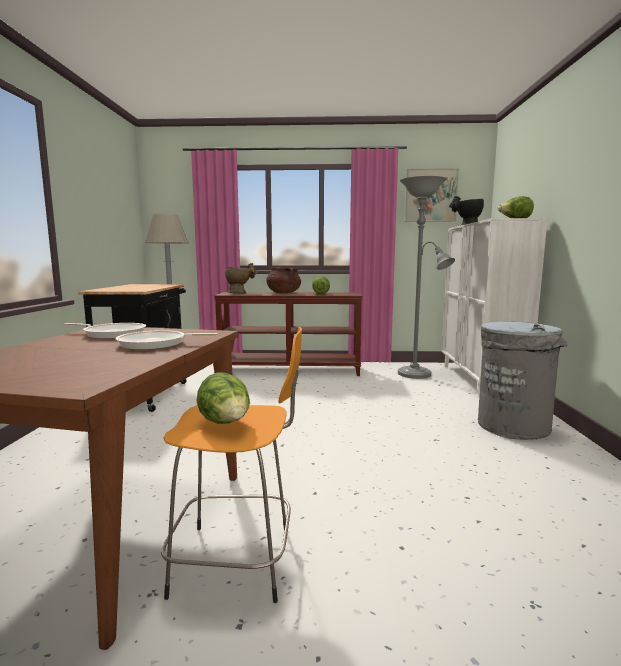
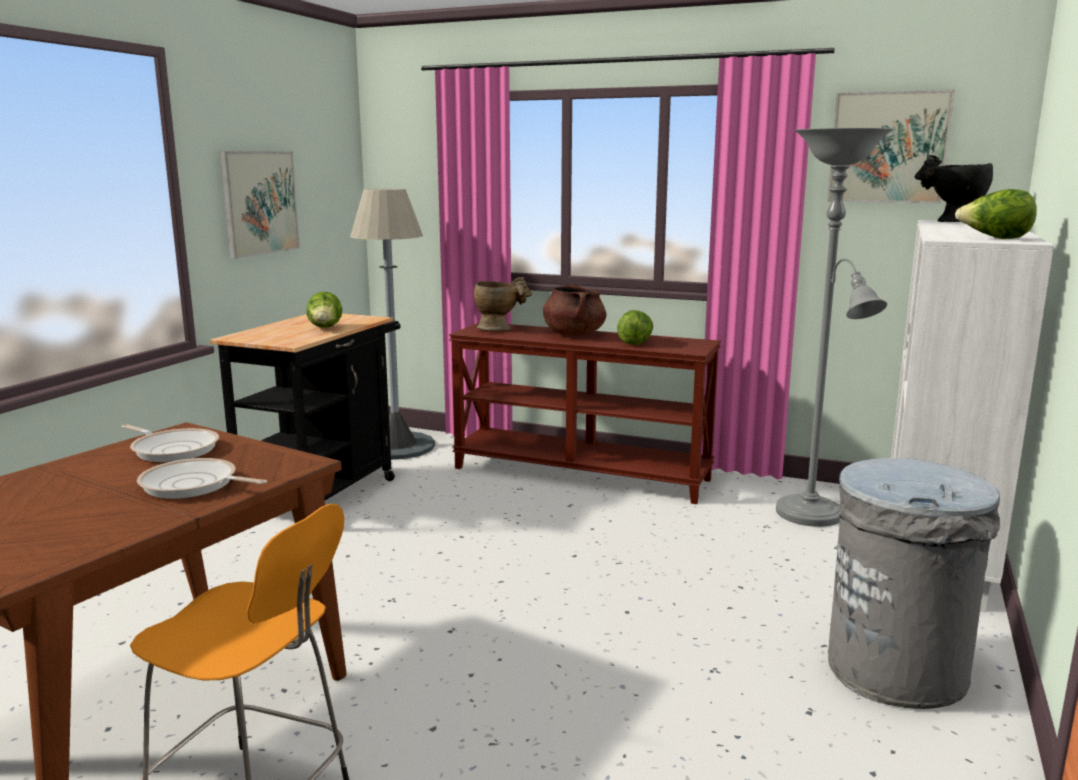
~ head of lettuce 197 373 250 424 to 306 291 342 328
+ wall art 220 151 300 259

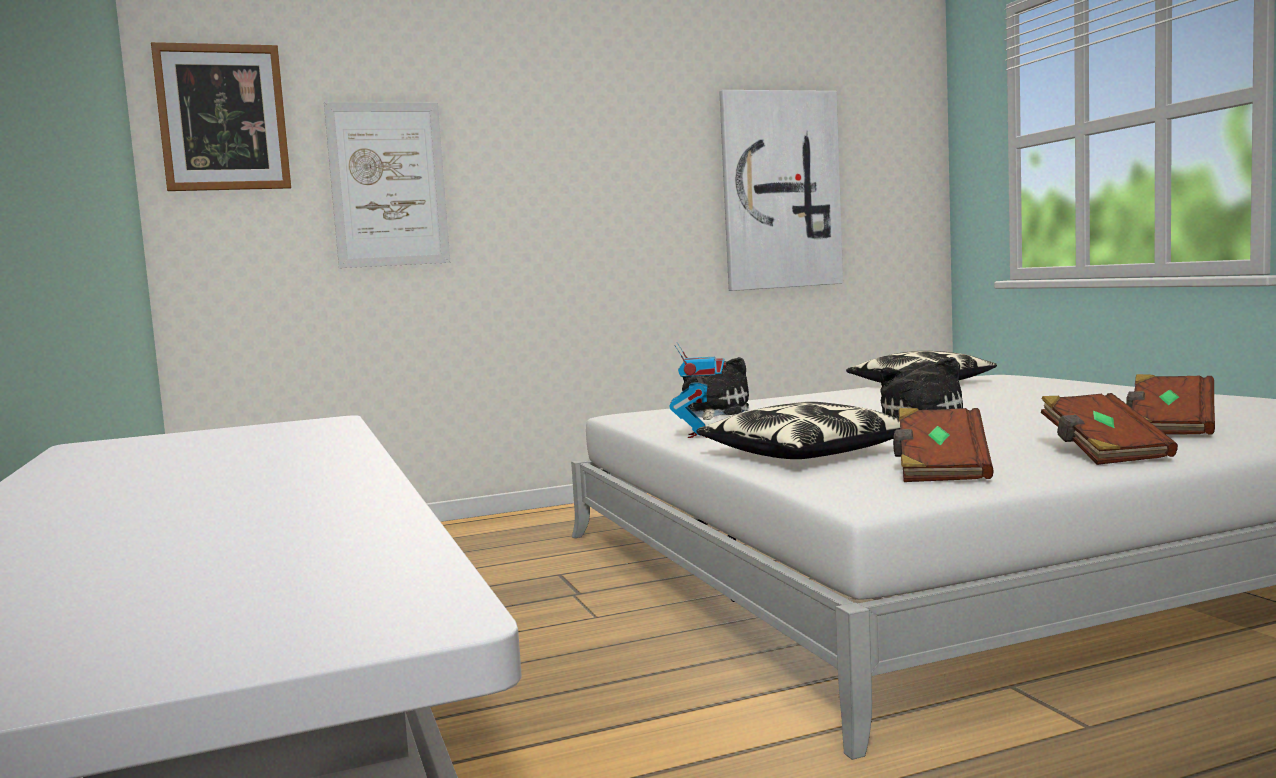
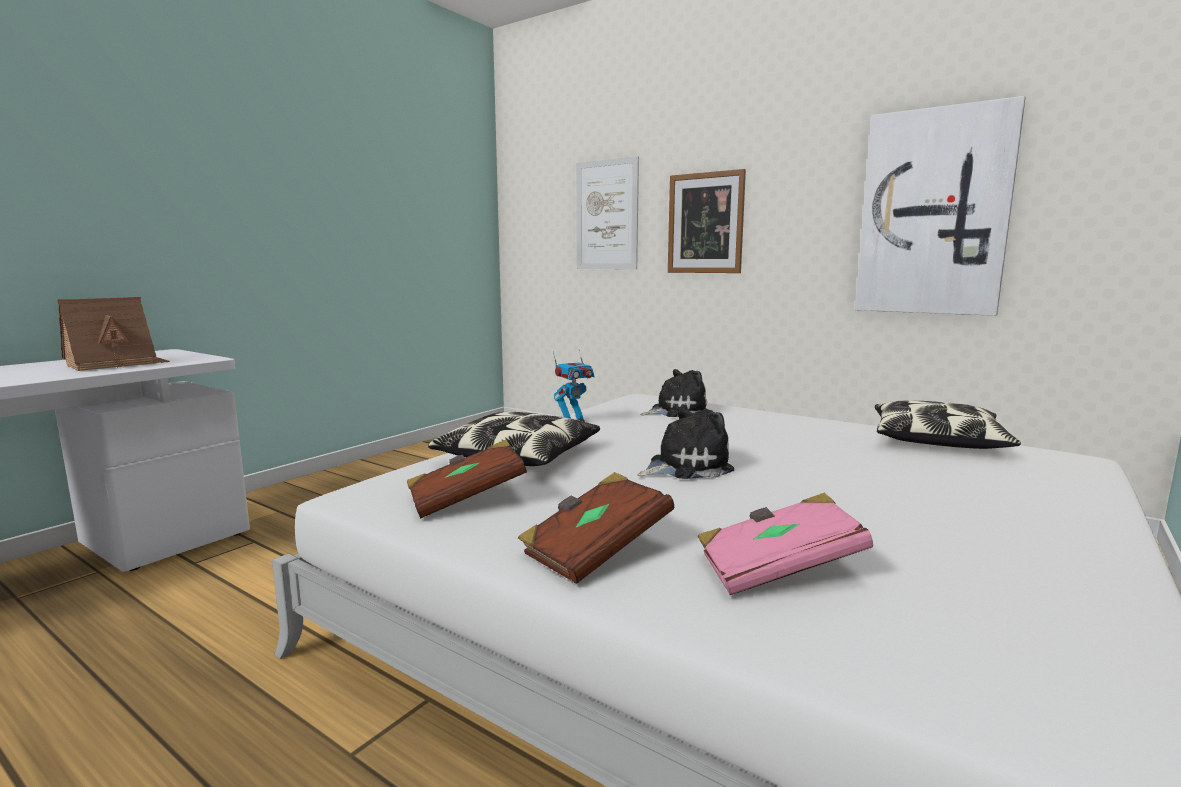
~ wall art 151 42 291 191 to 668 169 746 273
~ brown bound book 1126 374 1215 435 to pinkish bound book 698 493 873 595
+ model house 57 297 170 371

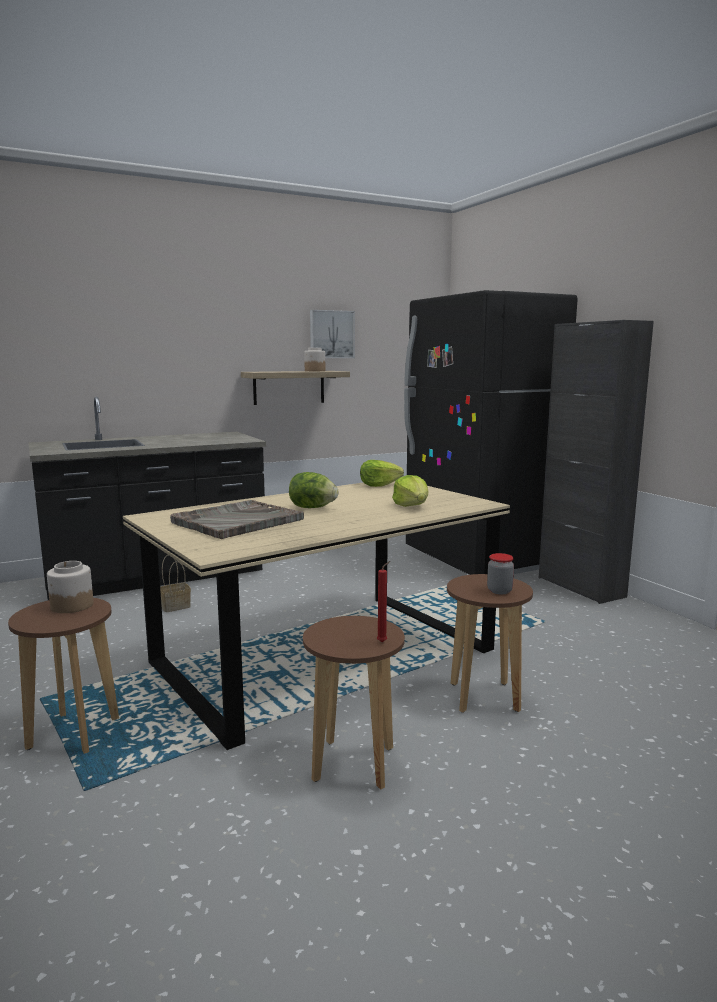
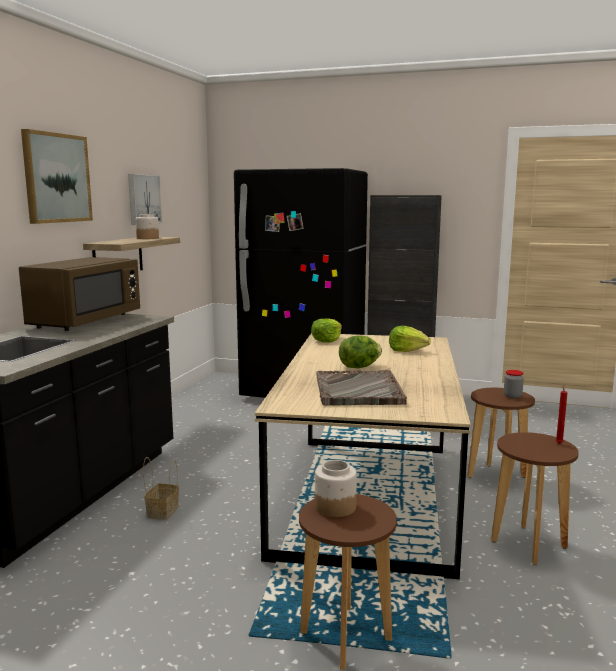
+ brown microwave 19 257 140 331
+ wall art 21 129 93 224

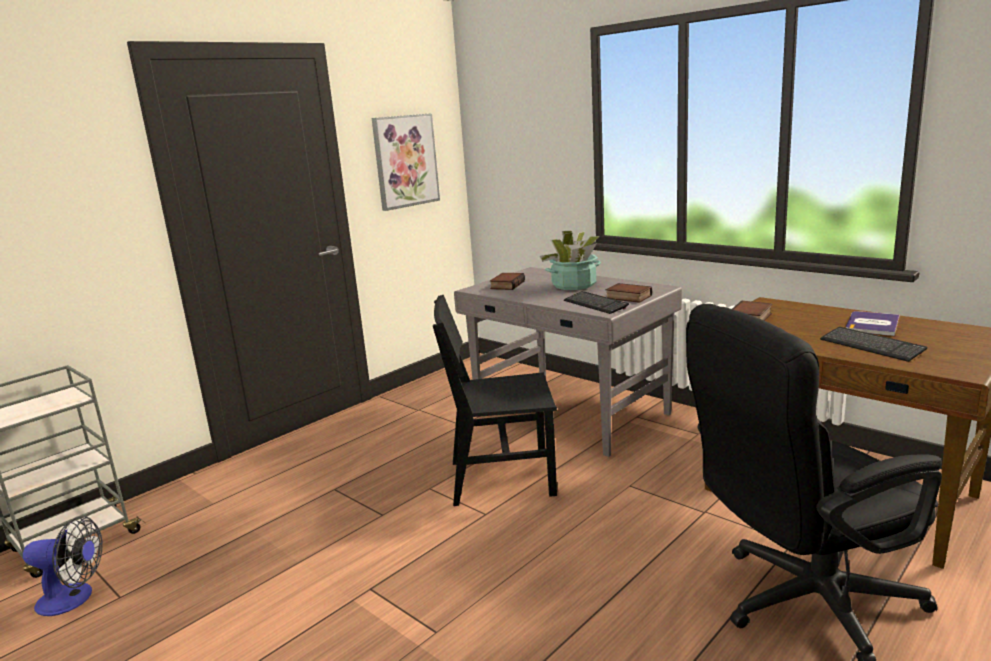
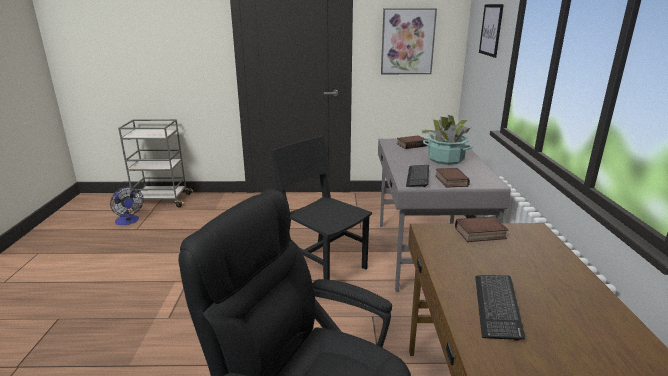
- bound book 846 311 900 336
+ wall art 479 4 504 58

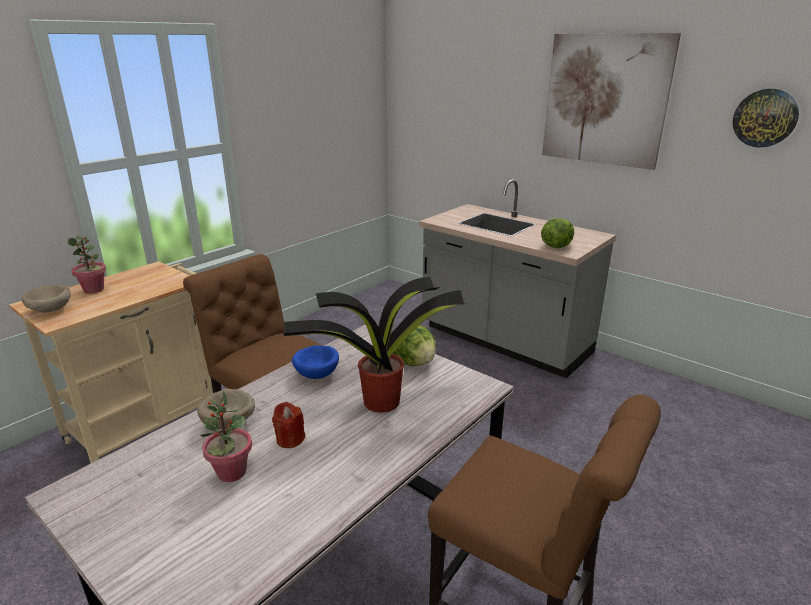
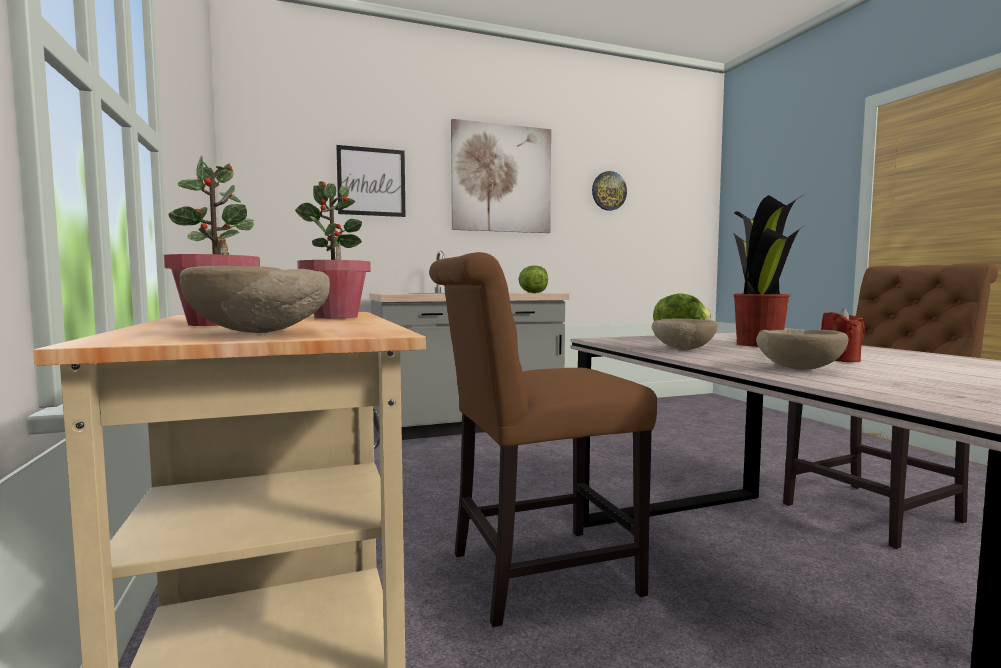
~ plant in a pot 200 391 252 482 to 295 182 371 319
~ bluish deep dish 292 345 339 379 to beige-coloured deep dish 652 318 718 350
+ wall art 336 145 405 217

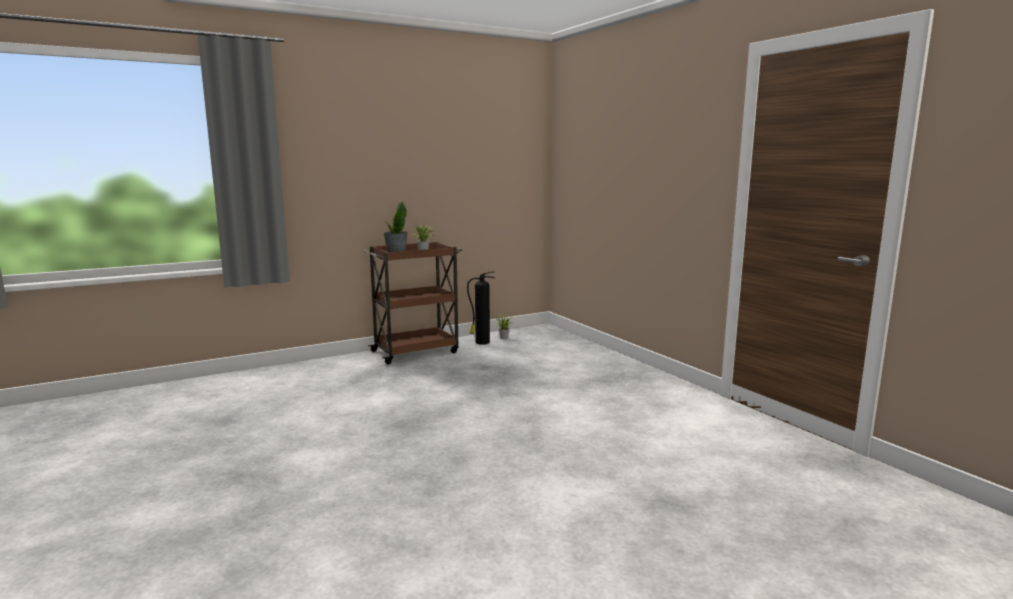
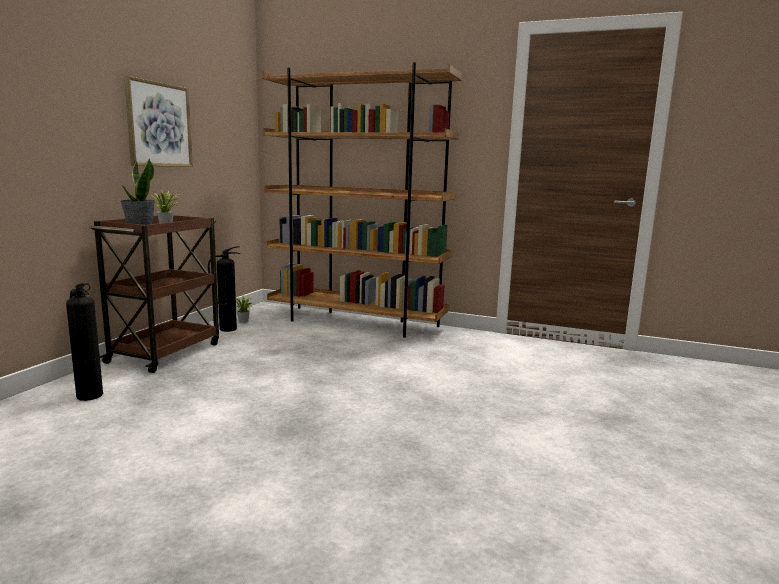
+ fire extinguisher 66 283 103 401
+ wall art 124 76 193 167
+ brown bookcase 262 62 462 338

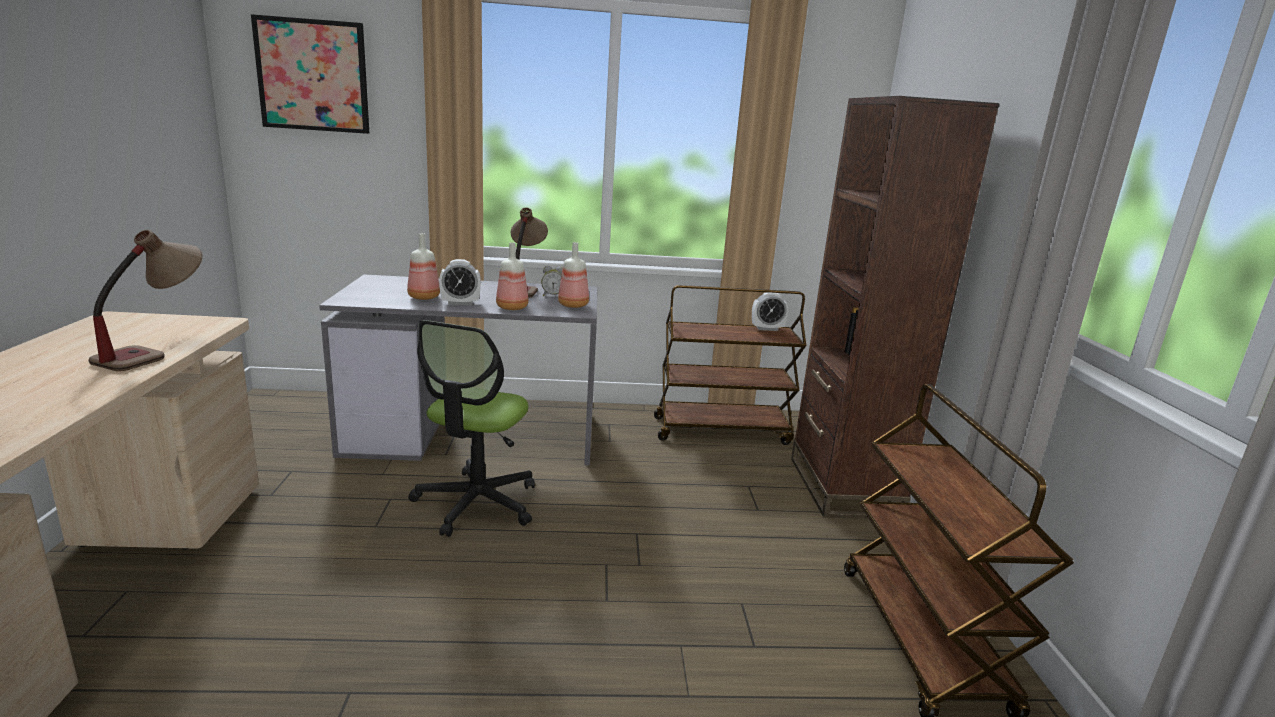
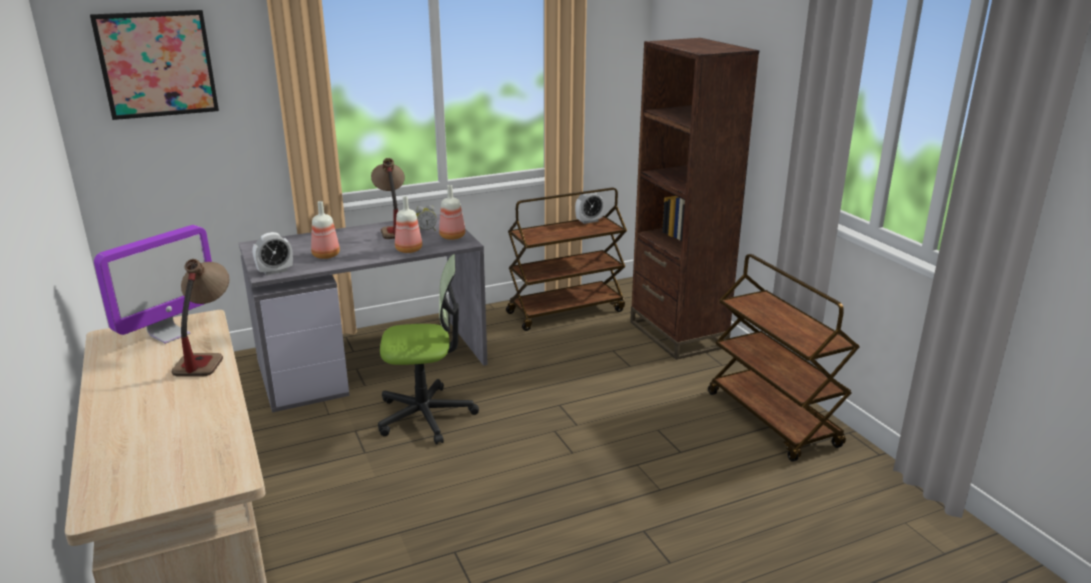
~ office chair 408 320 535 537 = 378 254 479 445 90 degrees counterclockwise
~ table clock 439 259 481 305 to 253 232 293 275
+ computer display 94 225 212 344

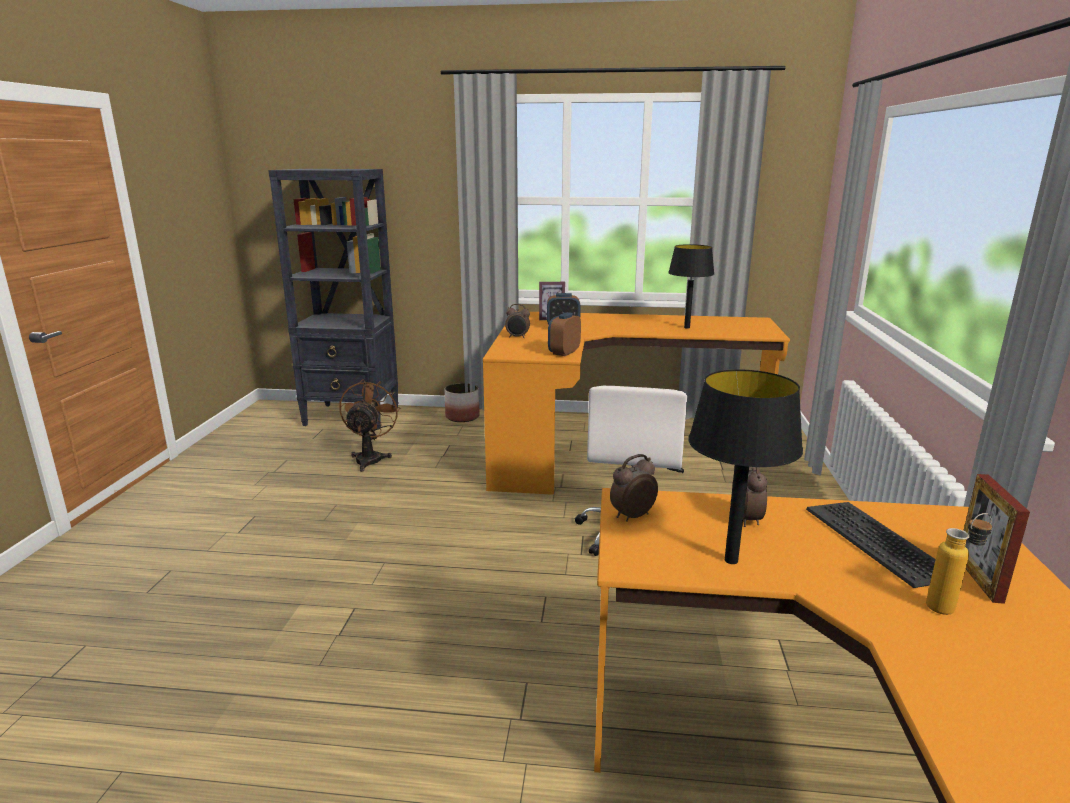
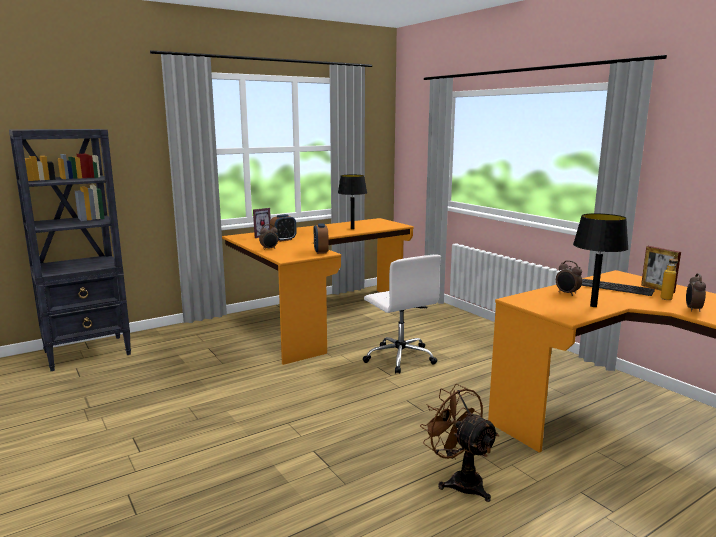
~ brown fan 339 379 400 472 to 420 384 499 502
- flower pot 445 383 480 422
~ table clock 610 454 658 522 to 686 273 706 312

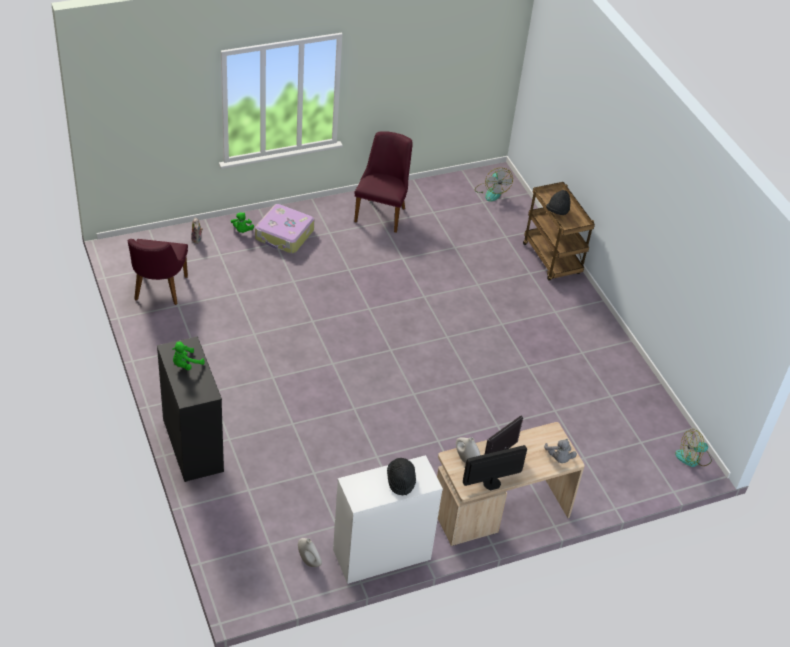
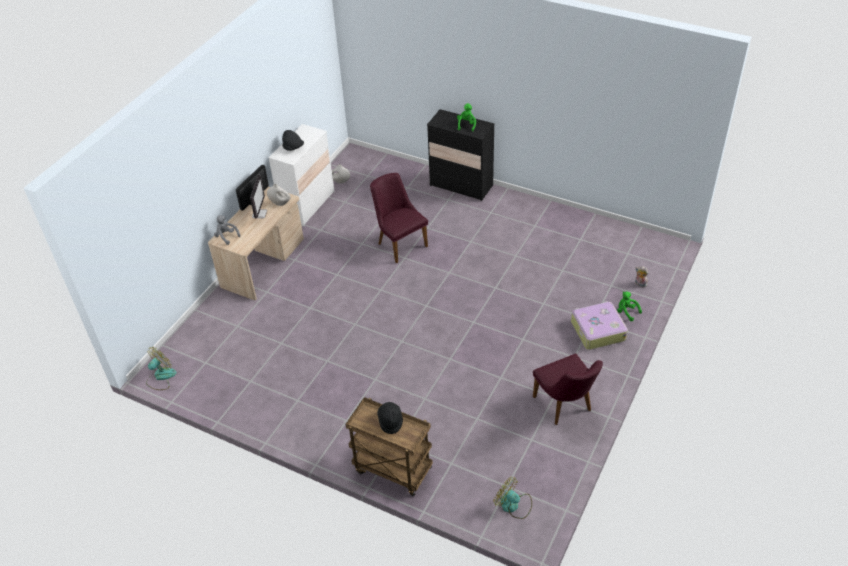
~ purple upright chair 128 239 188 305 to 370 173 428 263

